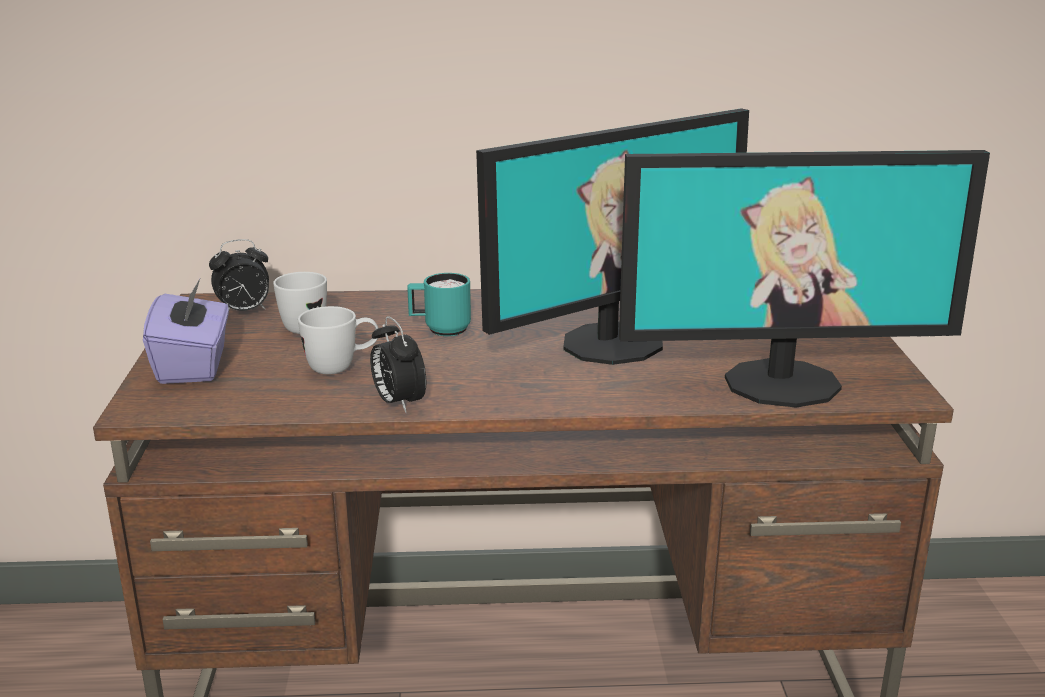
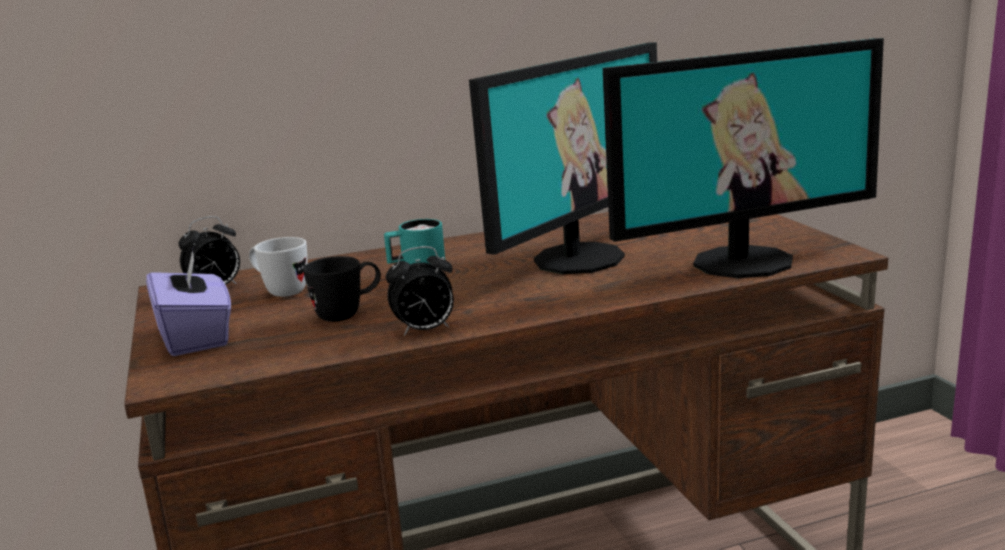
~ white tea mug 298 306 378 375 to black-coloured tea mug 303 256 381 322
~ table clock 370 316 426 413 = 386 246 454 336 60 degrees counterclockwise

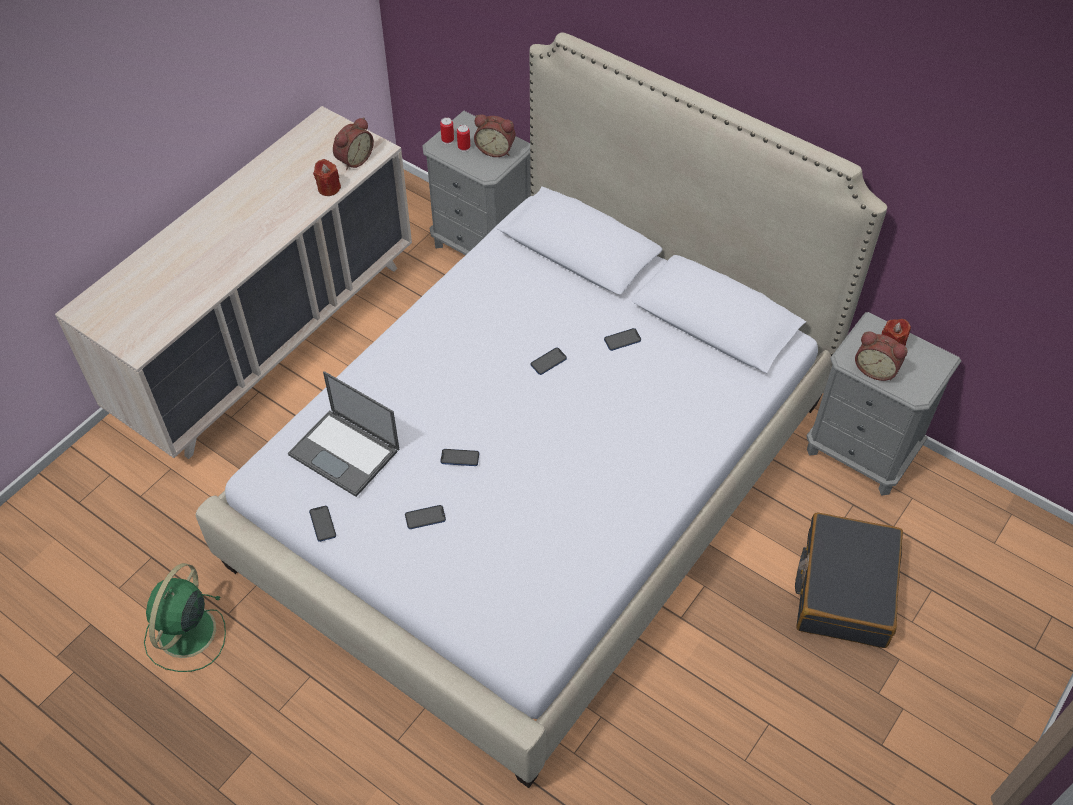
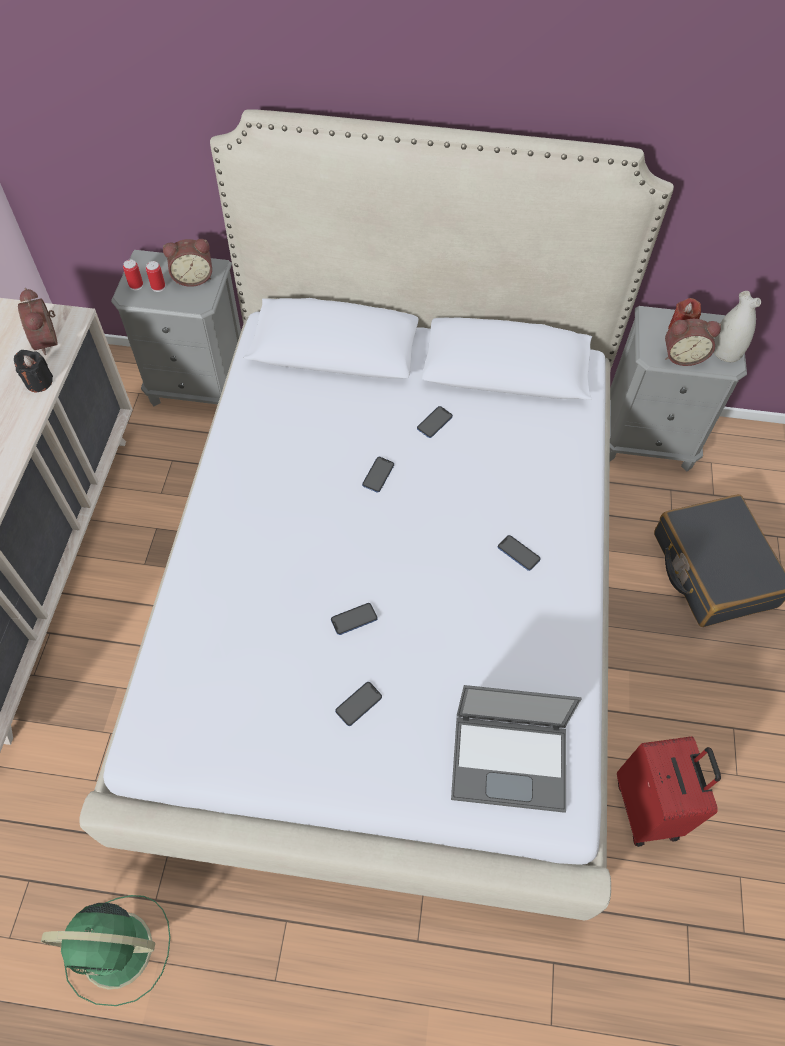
~ green fan 144 563 226 672 = 41 895 170 1006 75 degrees counterclockwise
~ notebook computer 288 371 400 497 to 451 685 581 813
~ telephone 309 506 336 542 to 498 535 541 571
~ red-coloured candle 313 159 341 196 to black-coloured candle 14 350 53 392
~ table clock 333 117 374 170 = 18 288 57 355 150 degrees clockwise
+ red-coloured piece of luggage 617 736 721 847
+ white vase 714 291 761 362

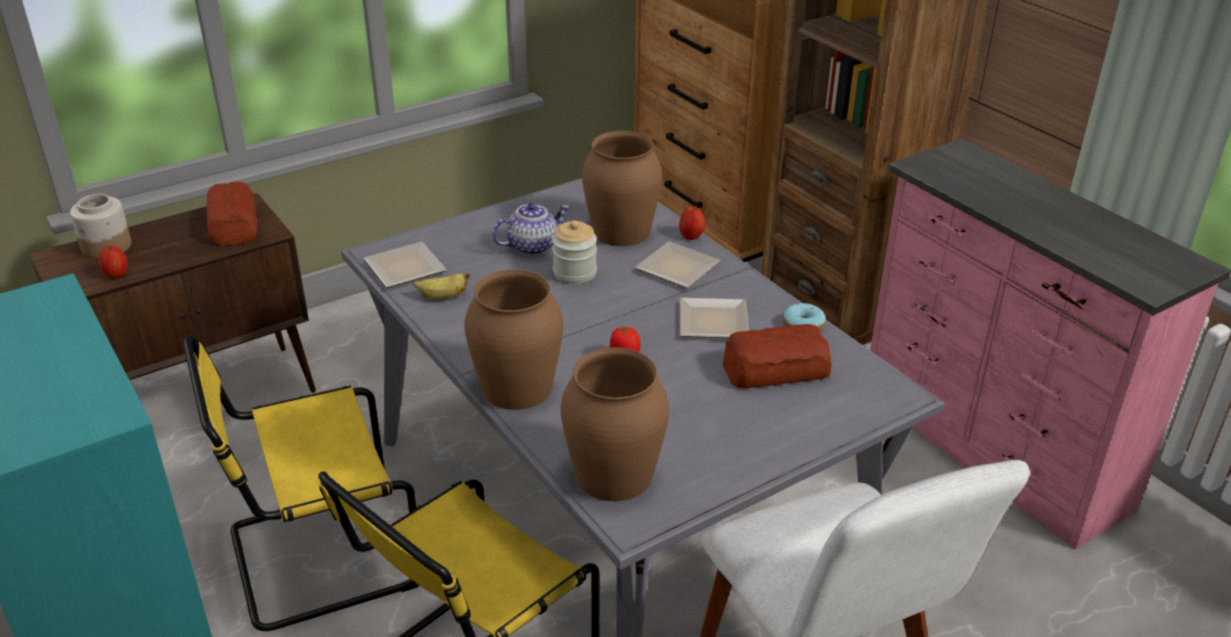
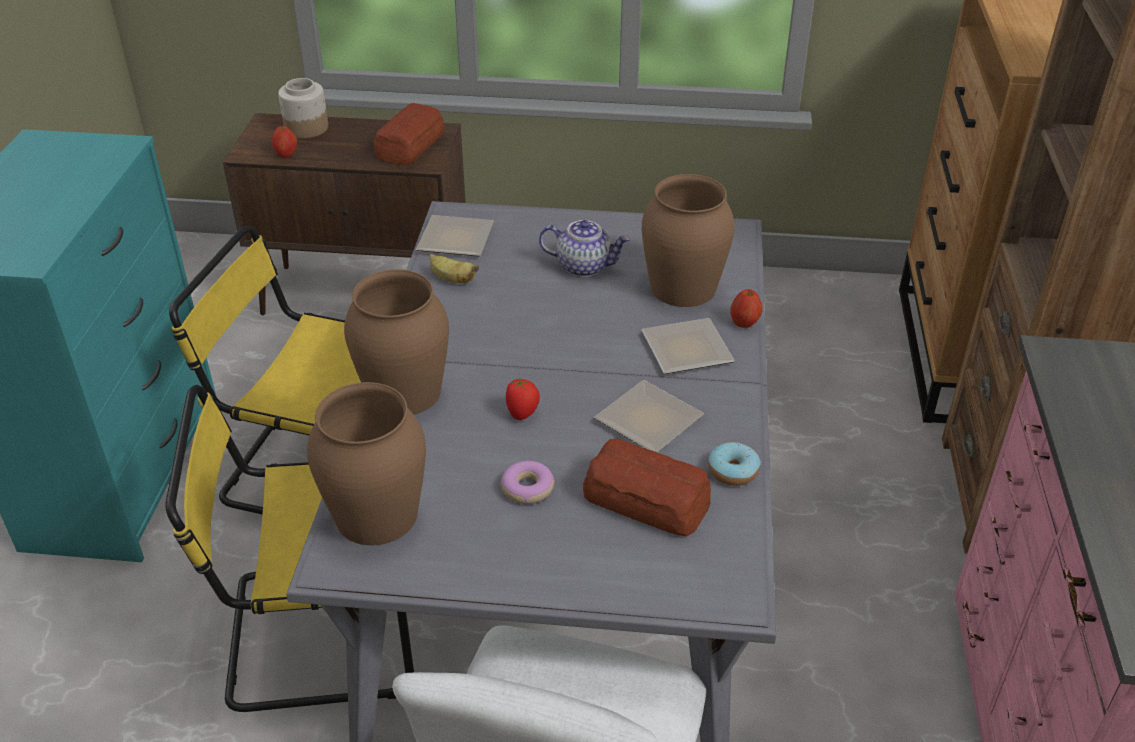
- preserve jar 552 220 597 284
+ doughnut 500 461 555 504

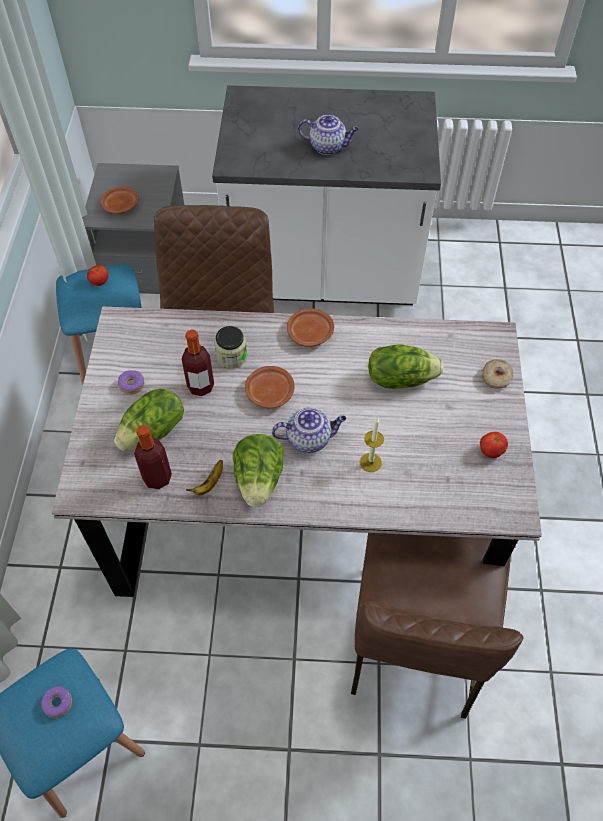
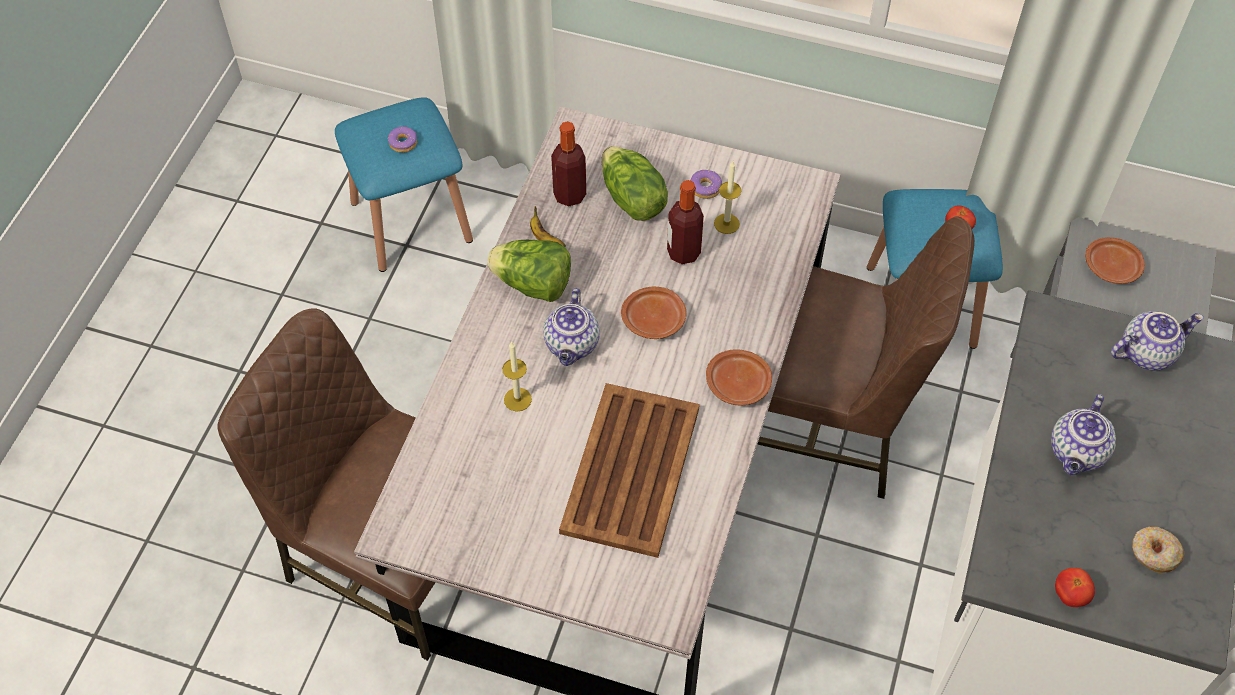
- preserve jar 214 326 247 369
~ head of lettuce 368 344 444 389 to brown carrying tray 559 383 700 558
~ tomato 480 432 508 458 to 1055 568 1095 607
~ doughnut 482 359 513 389 to 1132 526 1184 573
+ candle 714 161 741 234
+ pot for tea 1111 311 1204 371

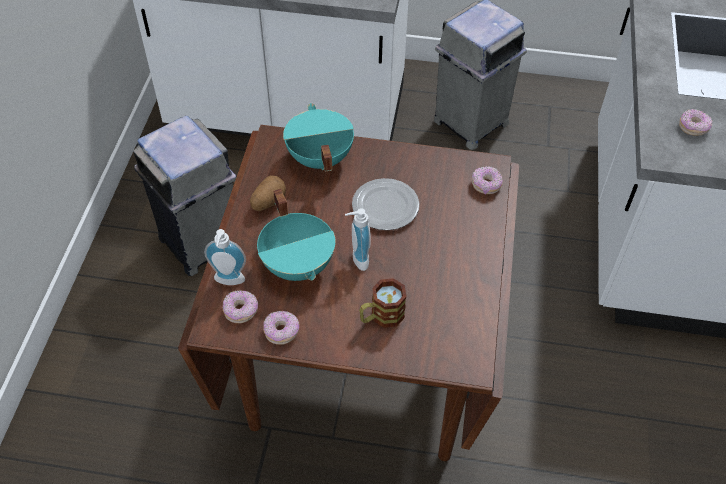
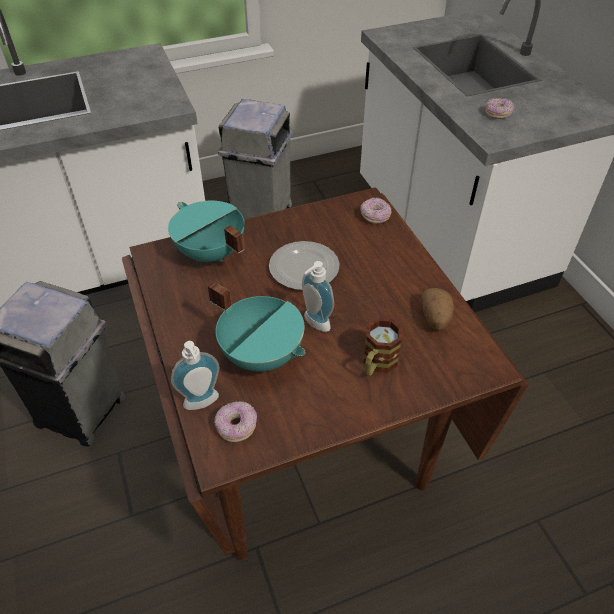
~ whole potato 250 175 286 211 to 422 288 454 331
- doughnut 263 311 299 345

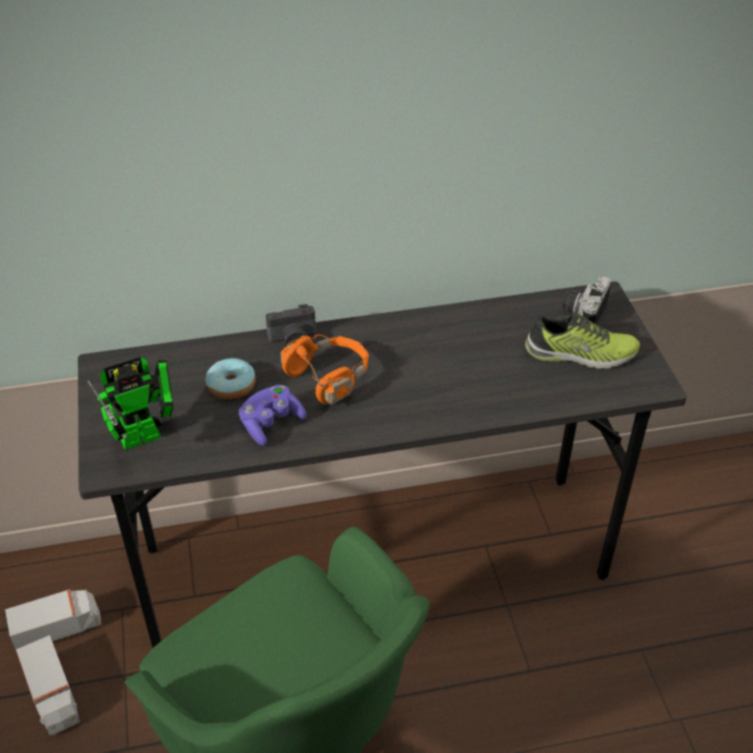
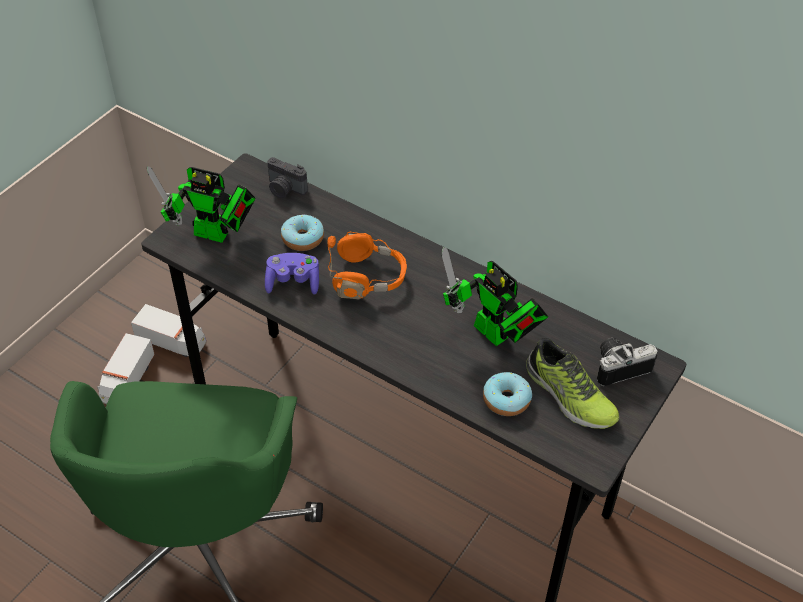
~ still camera 266 304 316 346 to 267 157 308 198
+ model robot 441 247 548 346
+ doughnut 483 372 532 416

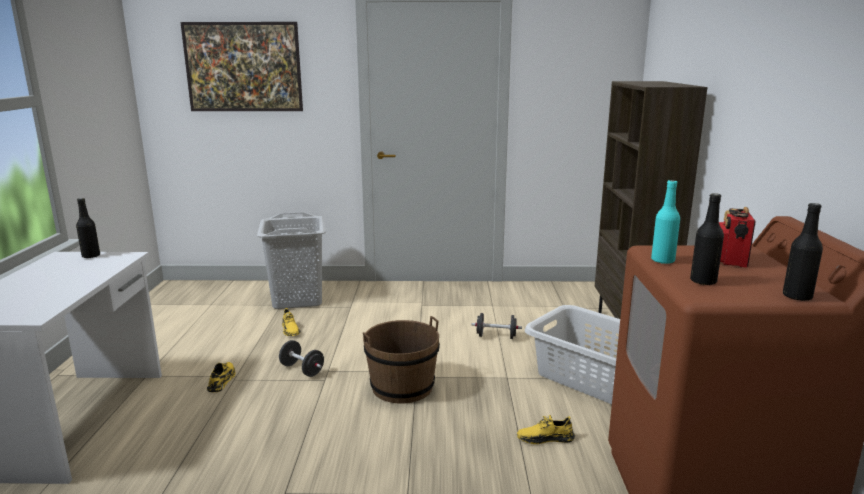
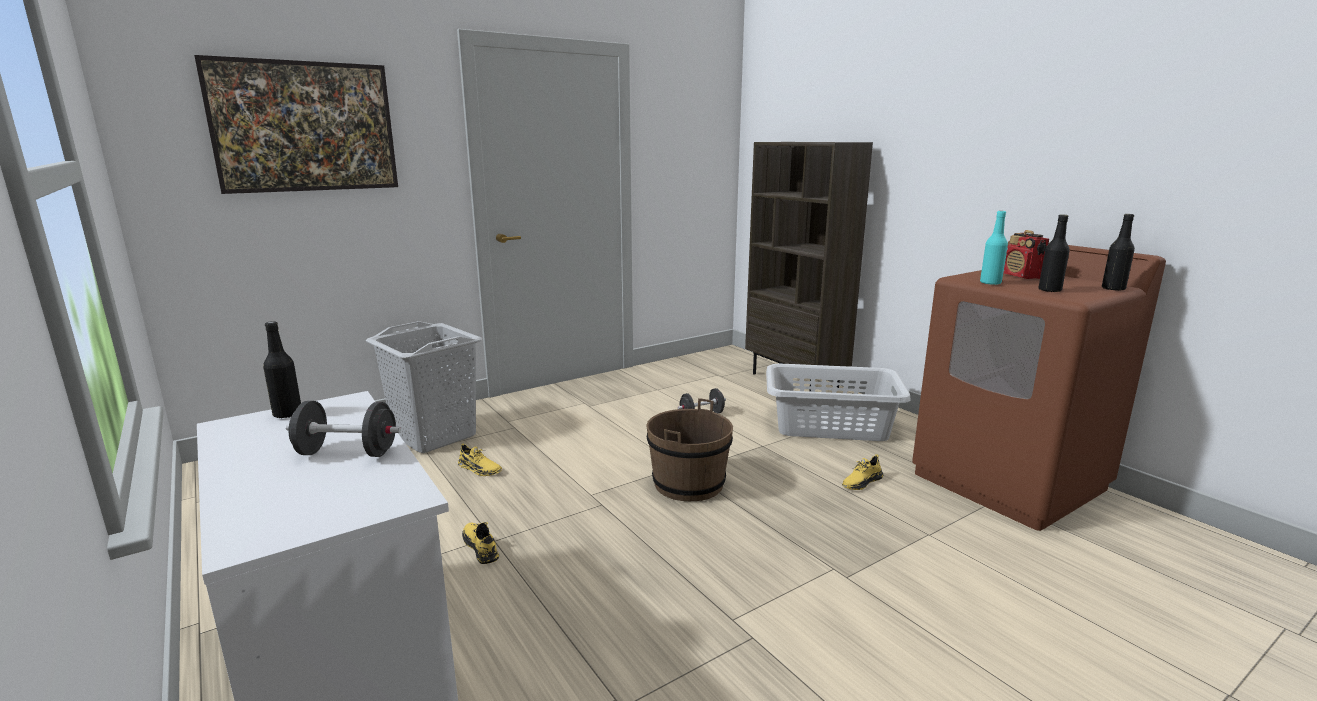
~ black-coloured free weight 279 340 324 377 to 286 401 401 457

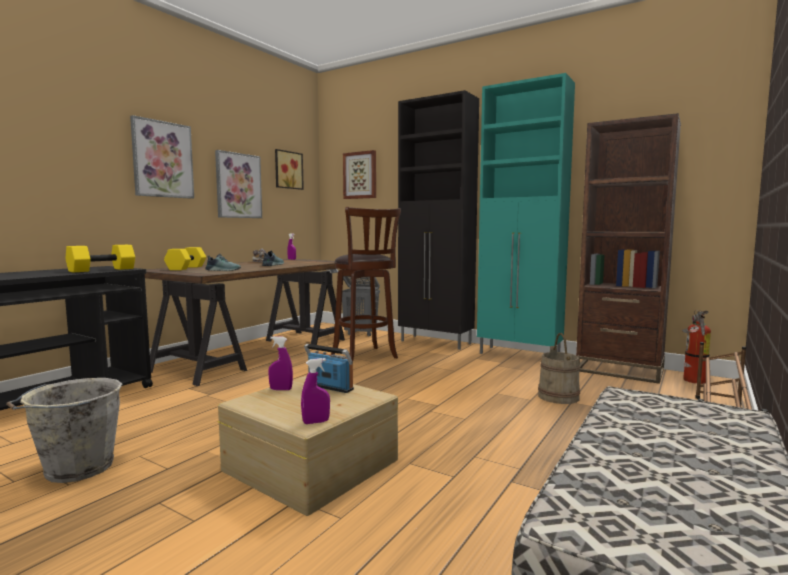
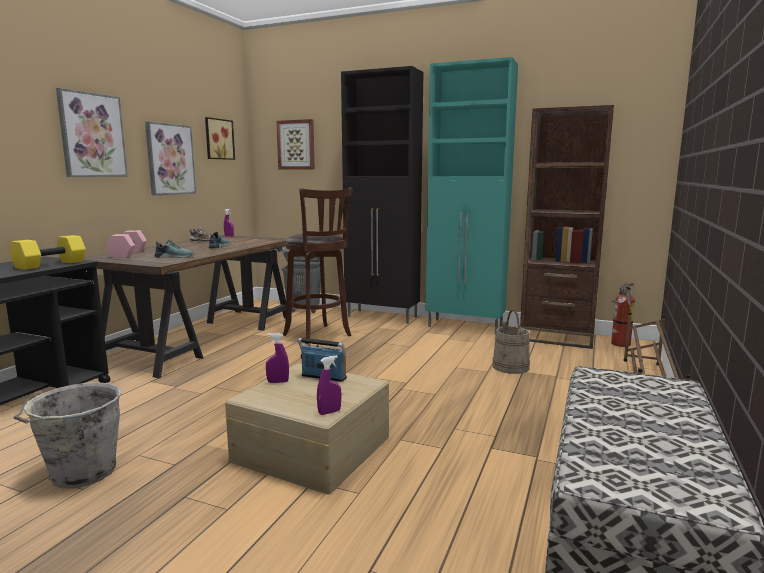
~ yellow free weight 164 247 206 270 to pinkish free weight 106 230 147 258

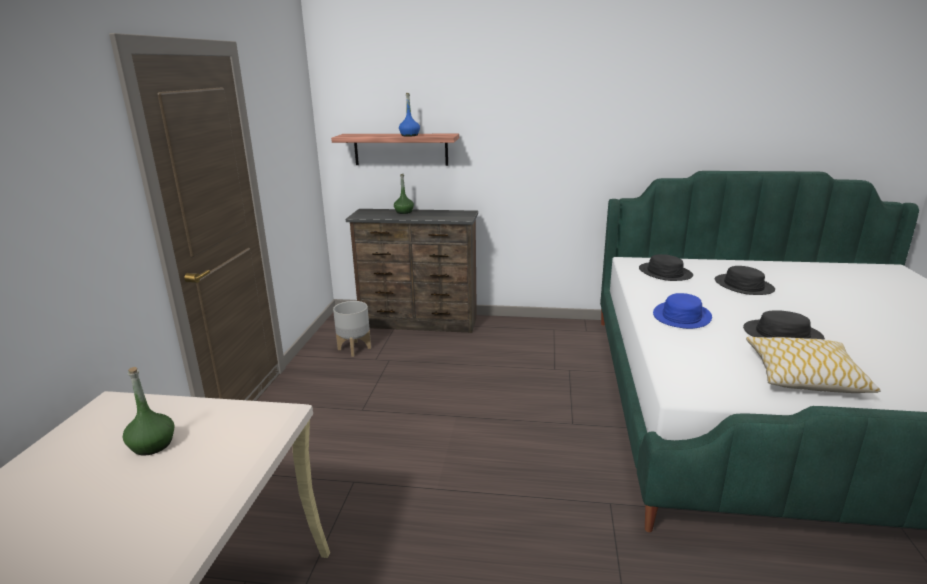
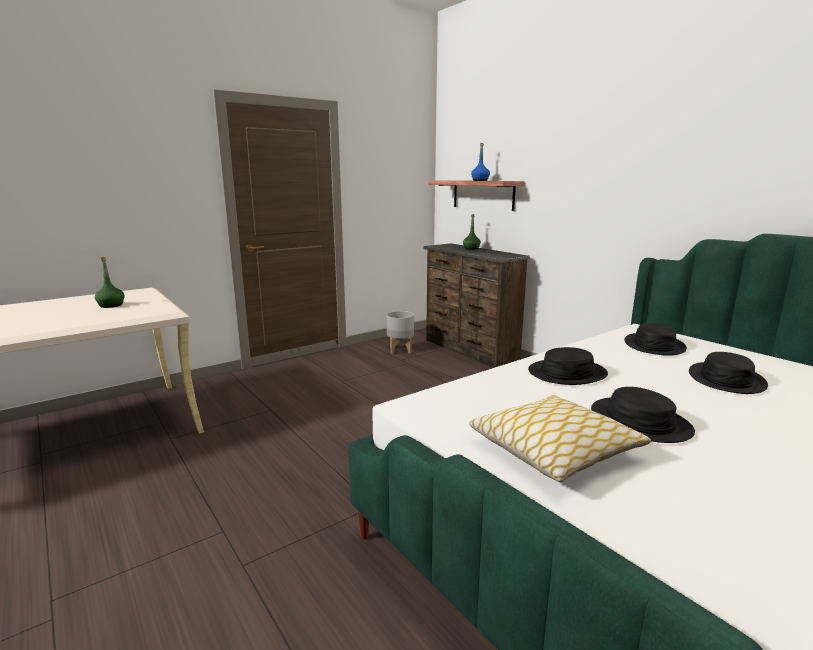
~ bluish clothing hat 653 293 712 329 to black-coloured clothing hat 528 347 608 385

